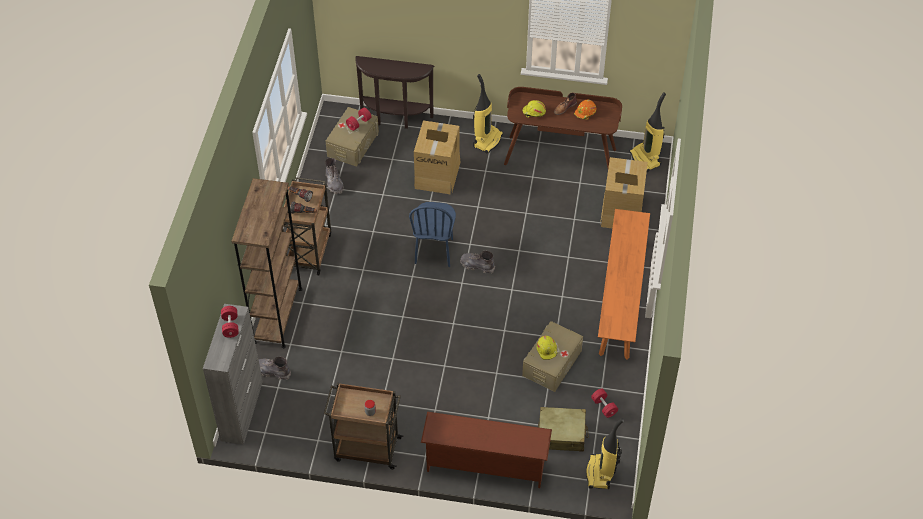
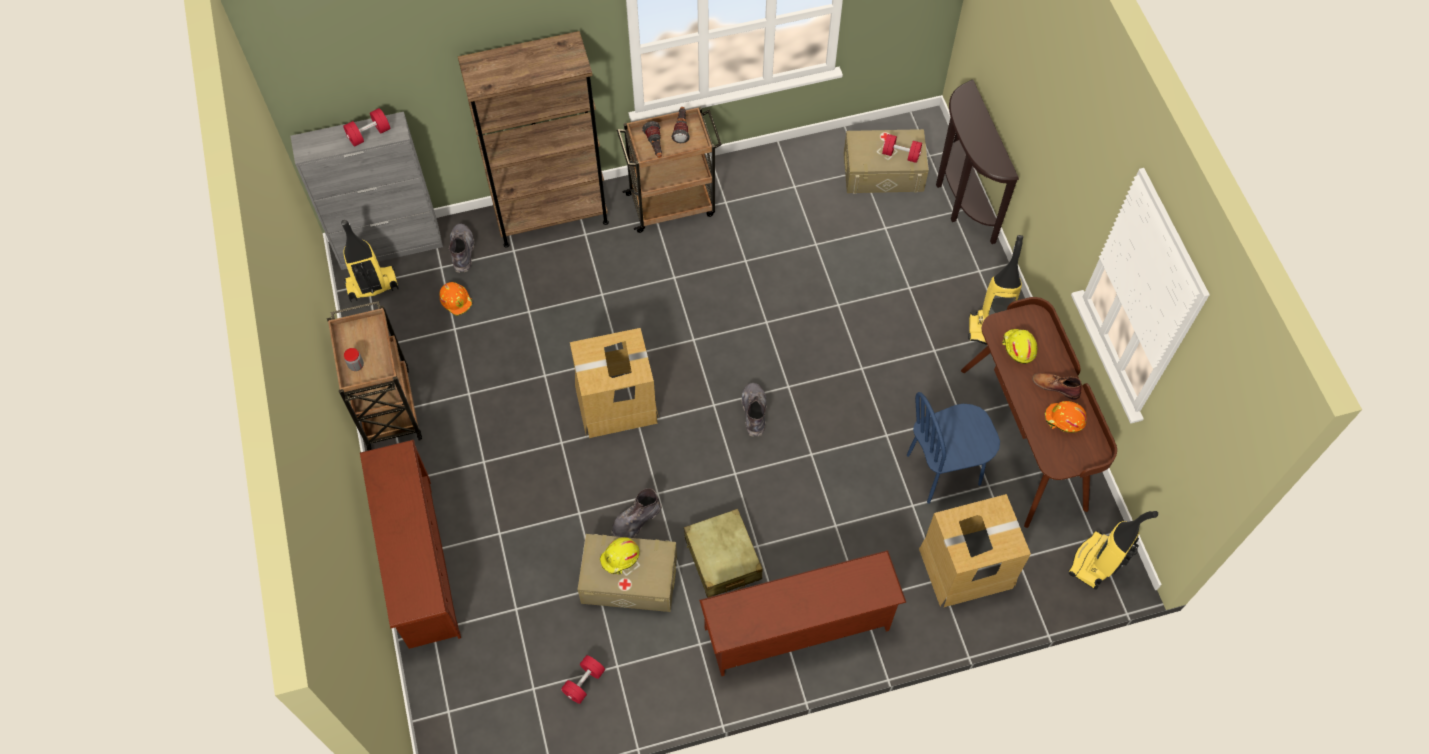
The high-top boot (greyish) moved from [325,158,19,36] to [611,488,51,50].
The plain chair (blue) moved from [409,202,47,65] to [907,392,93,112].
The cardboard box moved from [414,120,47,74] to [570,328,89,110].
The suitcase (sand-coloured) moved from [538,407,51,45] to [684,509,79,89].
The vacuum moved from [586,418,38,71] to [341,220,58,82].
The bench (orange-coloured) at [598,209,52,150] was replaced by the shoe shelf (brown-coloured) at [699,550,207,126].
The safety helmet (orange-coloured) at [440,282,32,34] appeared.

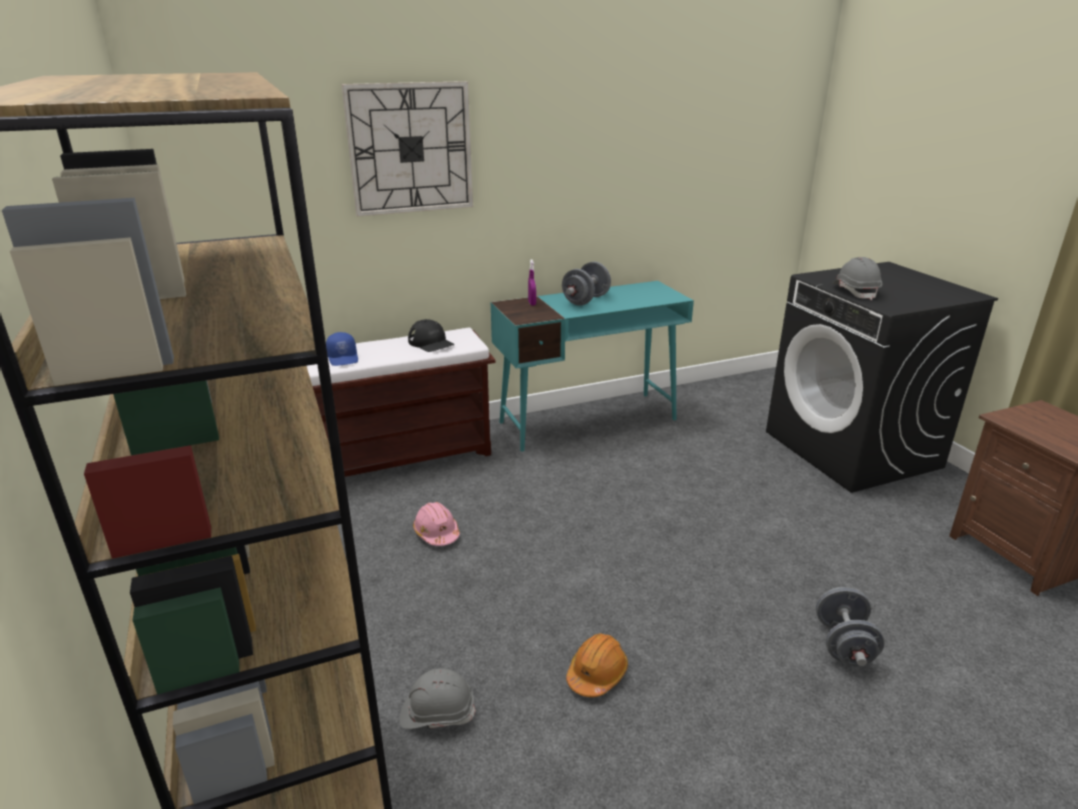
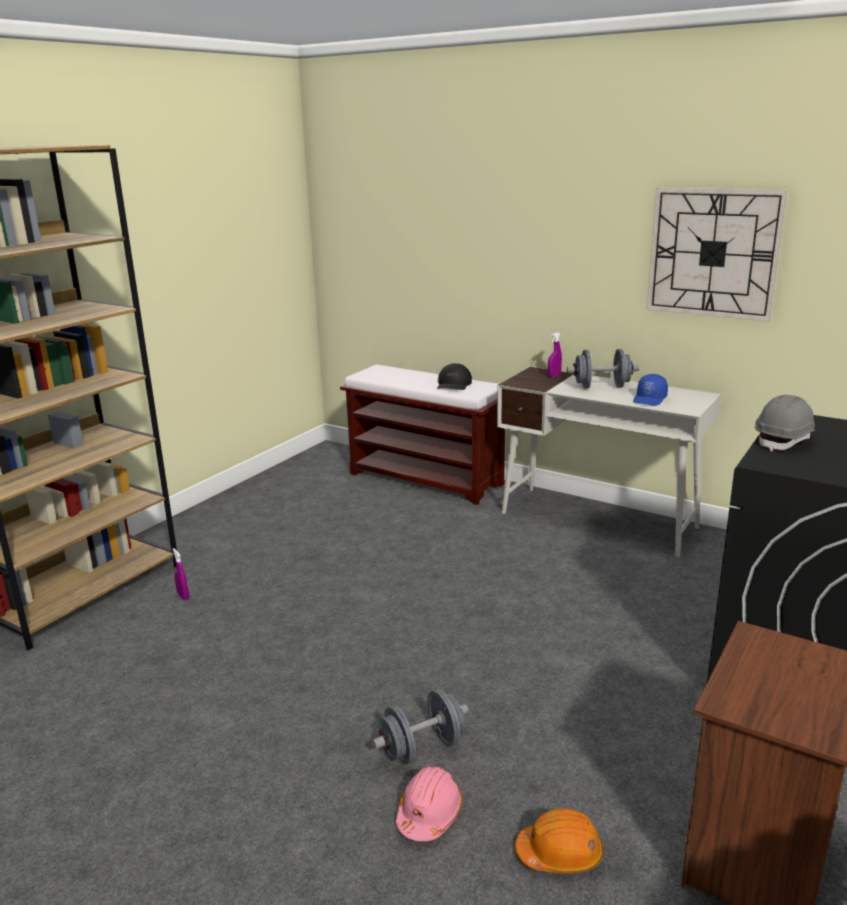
The peaked cap (blue) moved from [326,332,32,34] to [633,374,35,32].
The hanging clock moved from [342,81,131,136] to [646,188,142,134].
The safety helmet (greyish) at [400,668,76,61] was replaced by the sprayer (purple-coloured) at [173,548,16,52].
The safety helmet (pink-coloured) moved from [413,502,47,44] to [396,767,67,74].
The desk (blue-green) at [491,281,203,170] became the desk (white-coloured) at [497,367,224,190].
The safety helmet (orange-coloured) moved from [566,633,62,64] to [515,808,89,66].

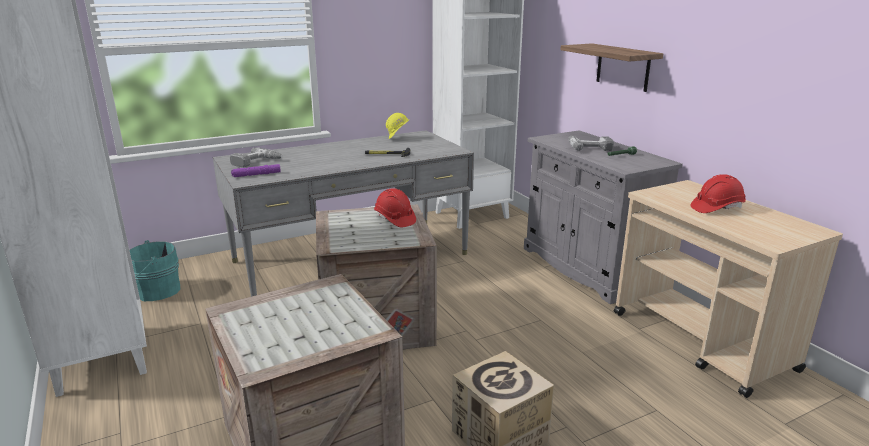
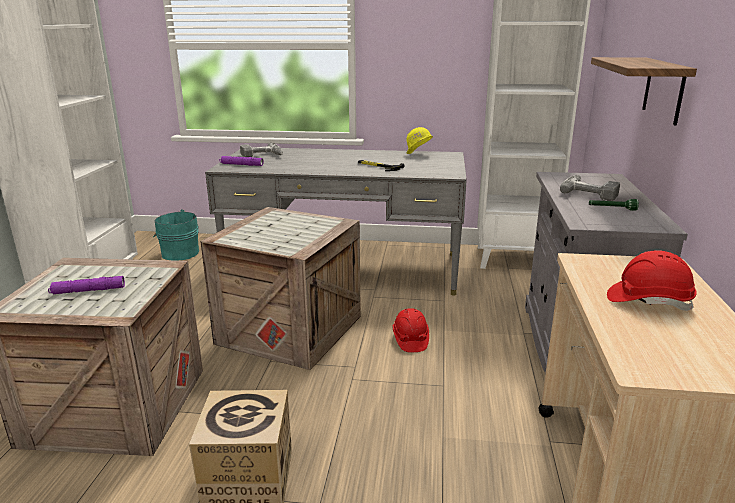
The safety helmet (reddish) moved from [374,188,42,39] to [392,308,37,44].
The hand torch (purple-coloured) at [48,276,77,18] appeared.

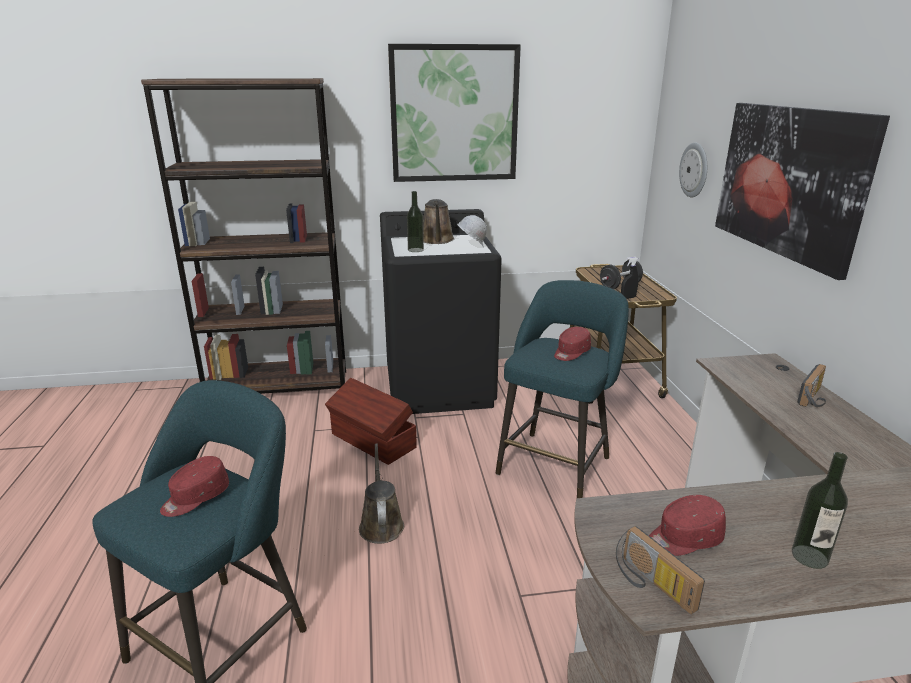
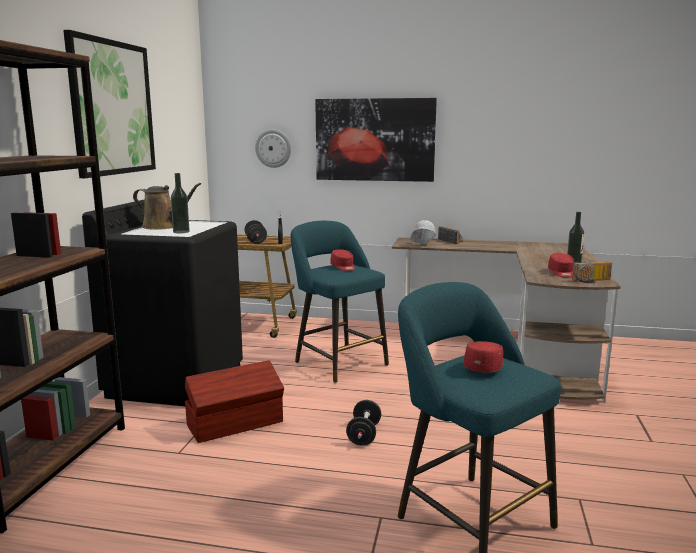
The peaked cap (reddish) at [160,456,69,61] turned 120 degrees counterclockwise.
The sprinkling can (brown-coloured) at [359,443,45,101] was replaced by the dumbbell (blackish) at [346,400,35,46].
The safety helmet (white-coloured) moved from [457,215,30,33] to [410,220,26,24].

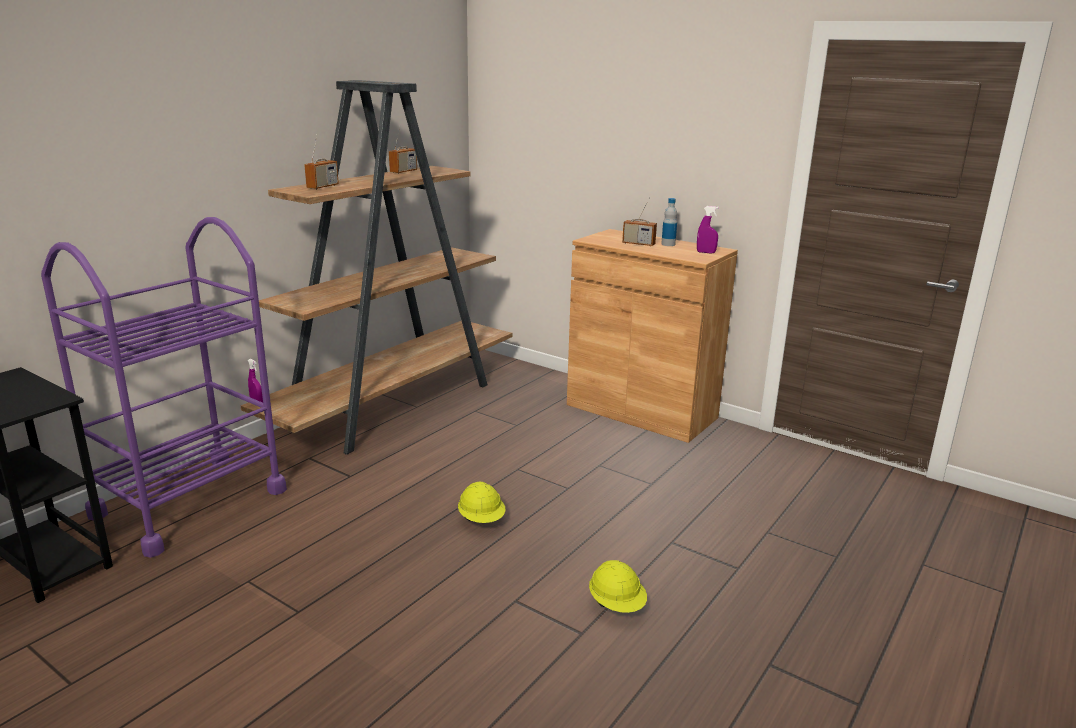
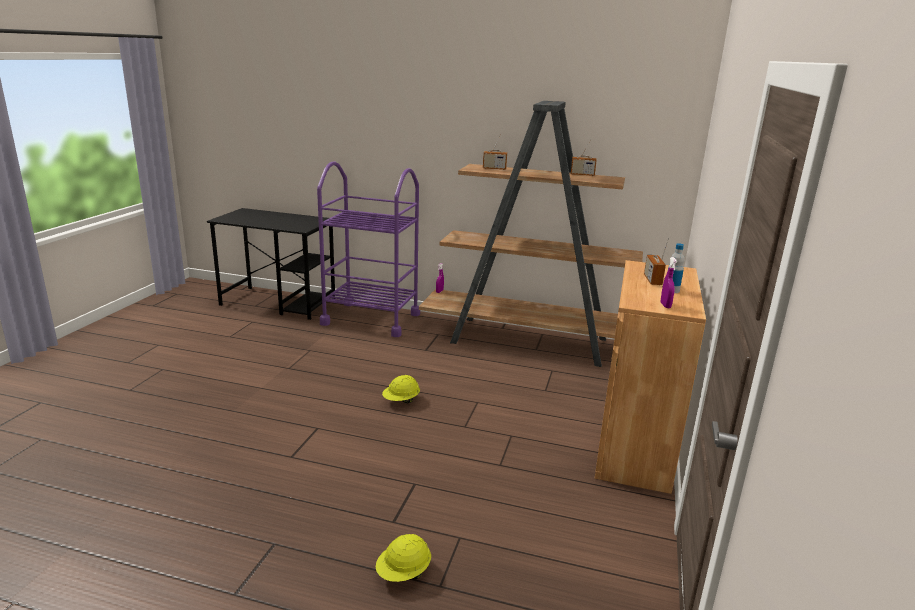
The safety helmet (yellow-coloured) moved from [589,560,58,53] to [376,534,55,48].

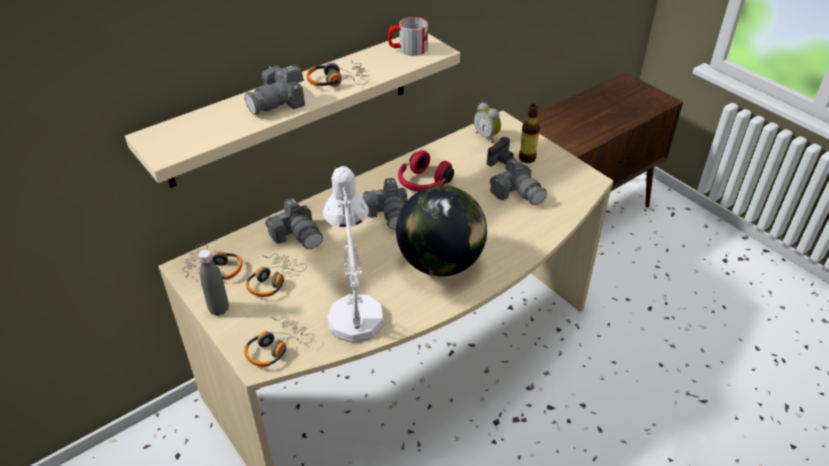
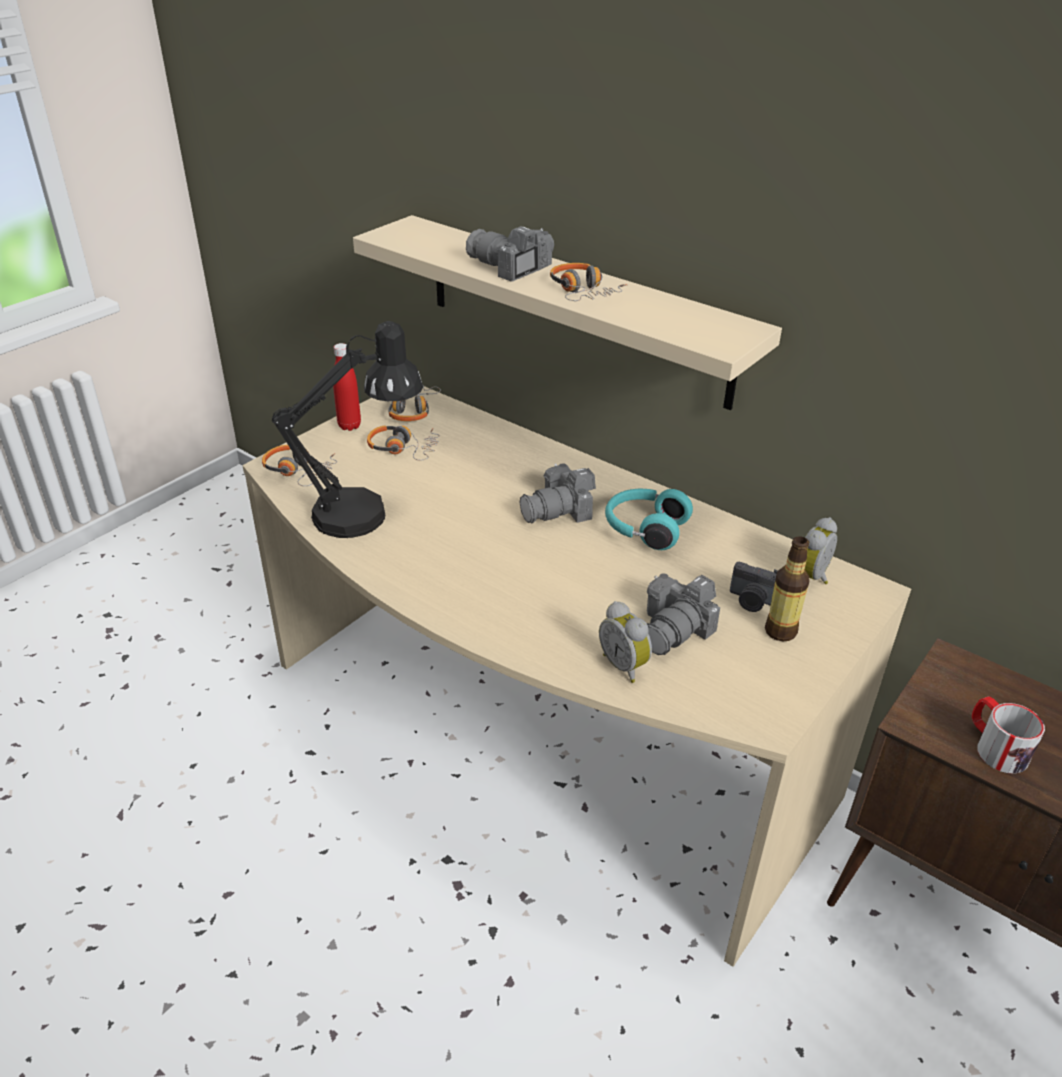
The bottle (greyish) at [198,250,31,66] became the bottle (reddish) at [333,343,28,88].
The photo camera at [265,198,58,51] disappeared.
The lamp for a table (white-coloured) at [323,166,61,177] became the lamp for a table (blackish) at [272,321,151,217].
The coffee mug moved from [388,17,40,39] to [972,696,73,77].
The world globe at [396,185,91,91] disappeared.
The headset (reddish) at [398,150,56,42] became the headset (blue-green) at [605,489,88,61].
The table clock at [599,601,53,82] appeared.

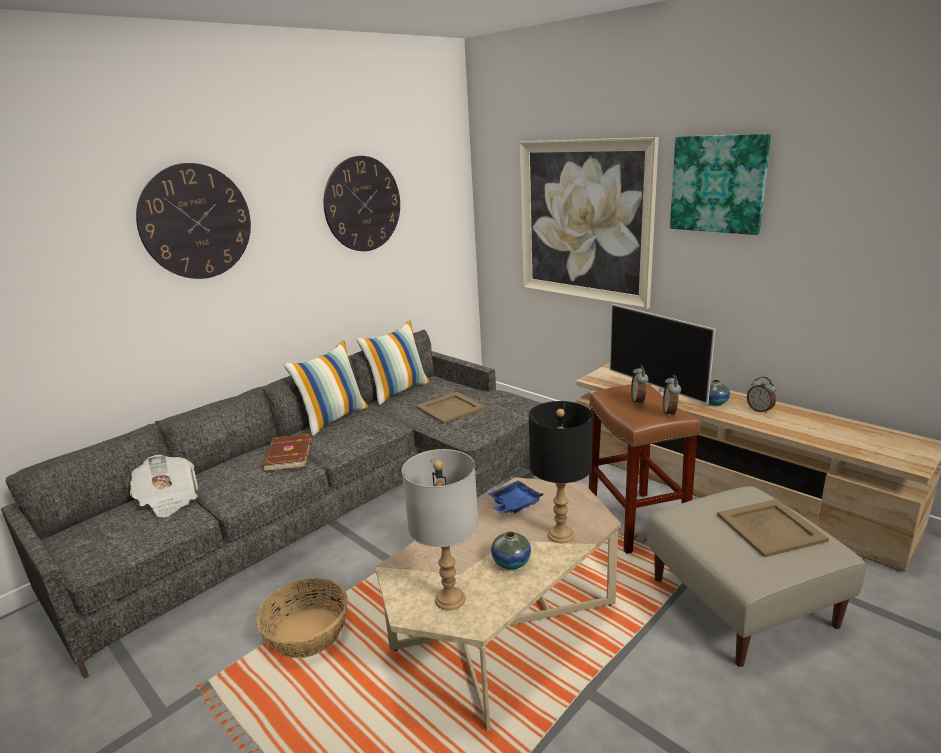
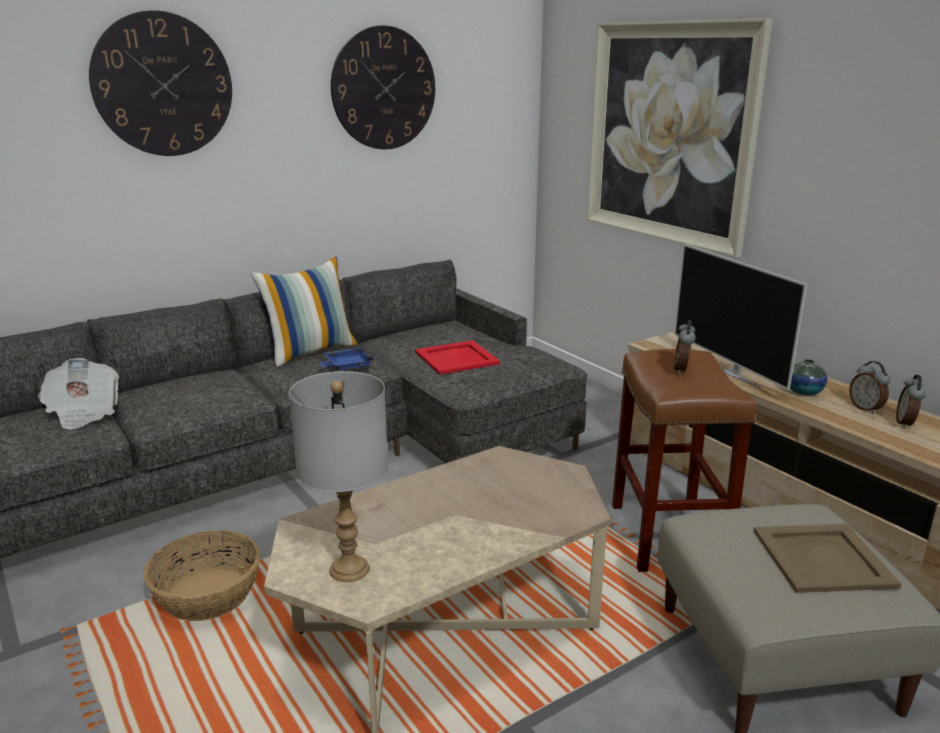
The volume (brown-coloured) at [262,434,50,38] disappeared.
The throw pillow at [356,321,74,84] disappeared.
The carrying tray (sand-coloured) at [416,392,70,32] became the carrying tray (reddish) at [415,340,85,35].
The carrying tray (blue) moved from [489,480,54,33] to [319,348,54,22].
The flower vase at [491,531,40,39] disappeared.
The lamp for a table (blackish) at [529,401,64,142] disappeared.
The table clock moved from [663,375,18,42] to [896,375,30,54].
The picture at [670,134,101,101] disappeared.

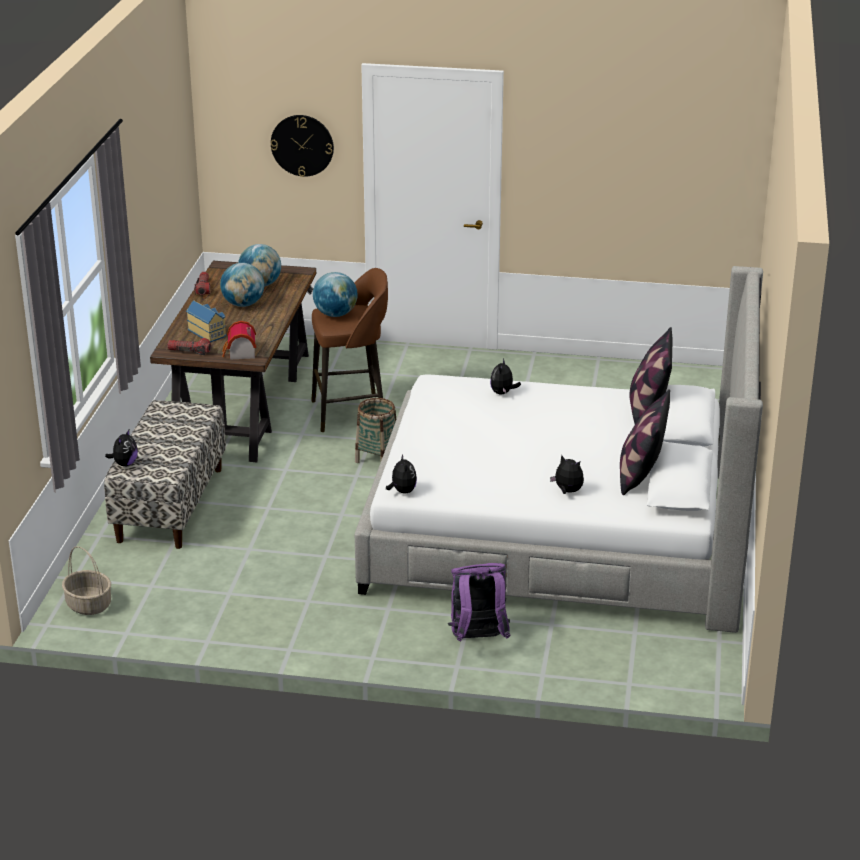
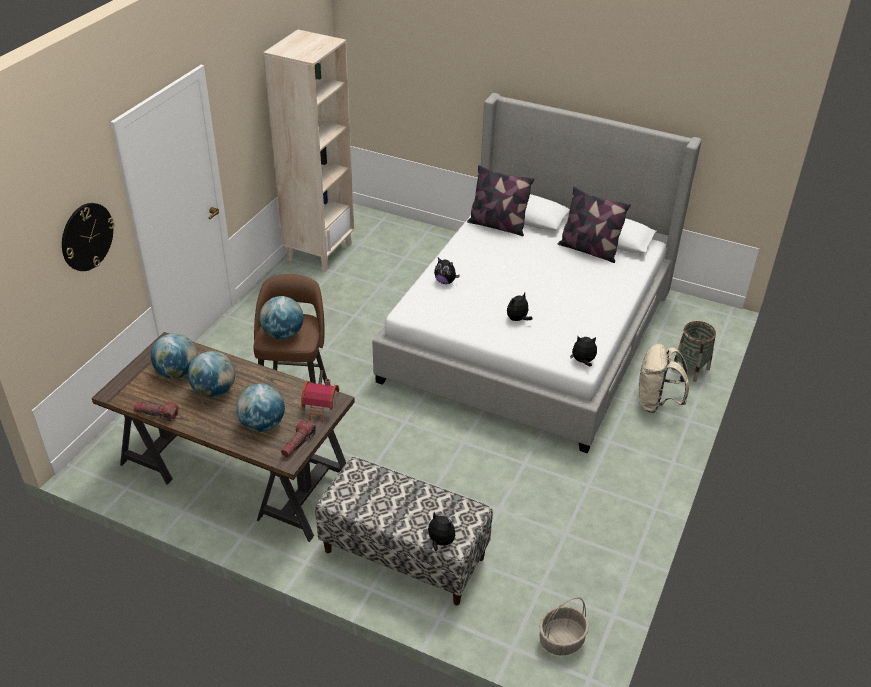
The toy house at [186,300,41,43] was replaced by the world globe at [236,384,49,48].
The household basket moved from [355,398,41,65] to [672,321,44,61].
The backpack (purple-coloured) at [448,563,63,78] became the backpack (sand-coloured) at [638,344,51,69].
The cuddly toy moved from [550,454,34,40] to [507,293,26,28].
The shelving unit (sand-coloured) at [263,29,91,243] appeared.

